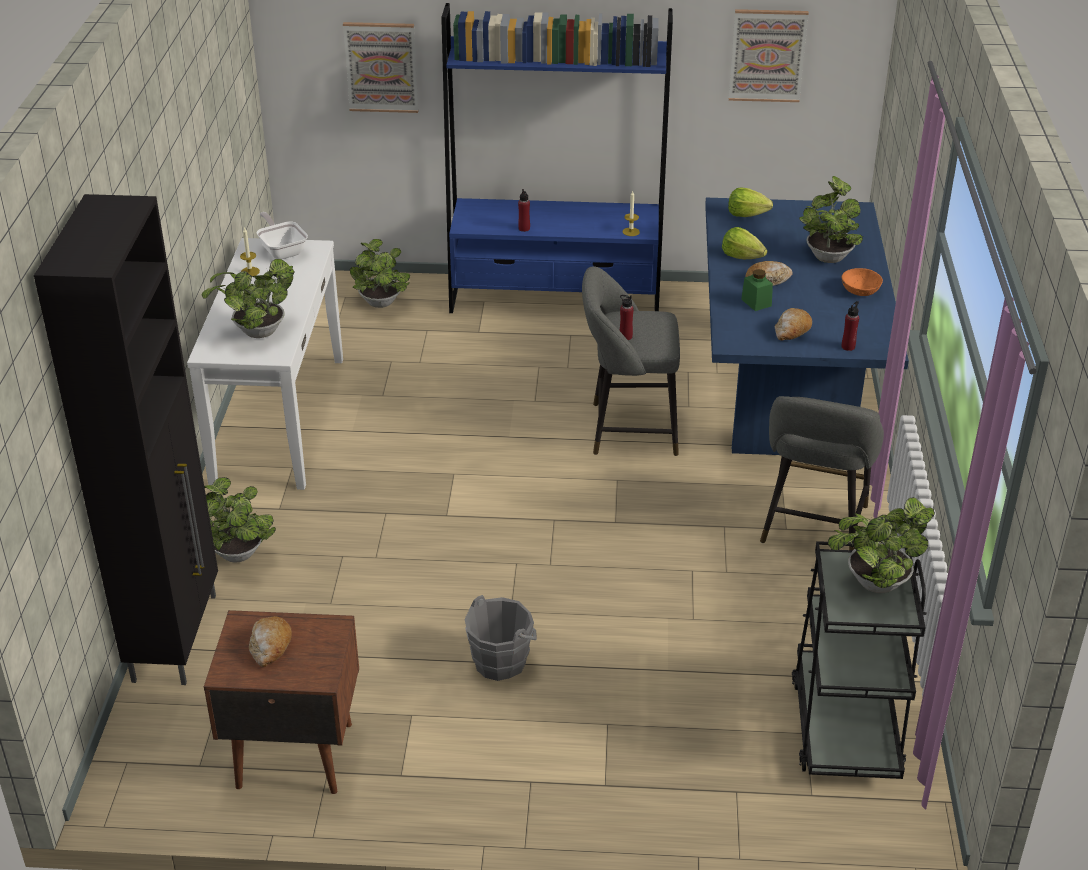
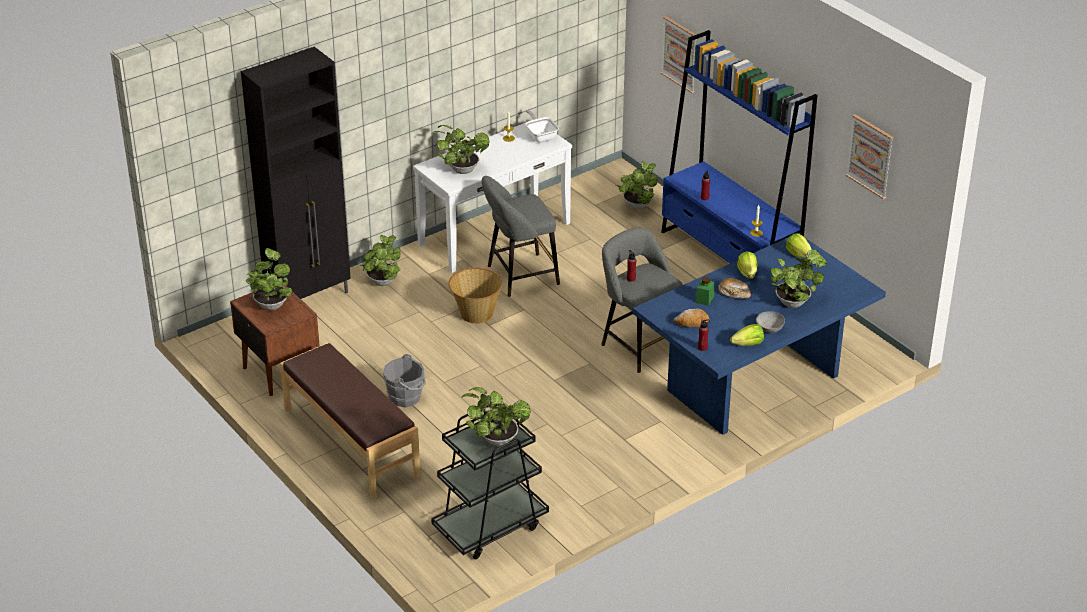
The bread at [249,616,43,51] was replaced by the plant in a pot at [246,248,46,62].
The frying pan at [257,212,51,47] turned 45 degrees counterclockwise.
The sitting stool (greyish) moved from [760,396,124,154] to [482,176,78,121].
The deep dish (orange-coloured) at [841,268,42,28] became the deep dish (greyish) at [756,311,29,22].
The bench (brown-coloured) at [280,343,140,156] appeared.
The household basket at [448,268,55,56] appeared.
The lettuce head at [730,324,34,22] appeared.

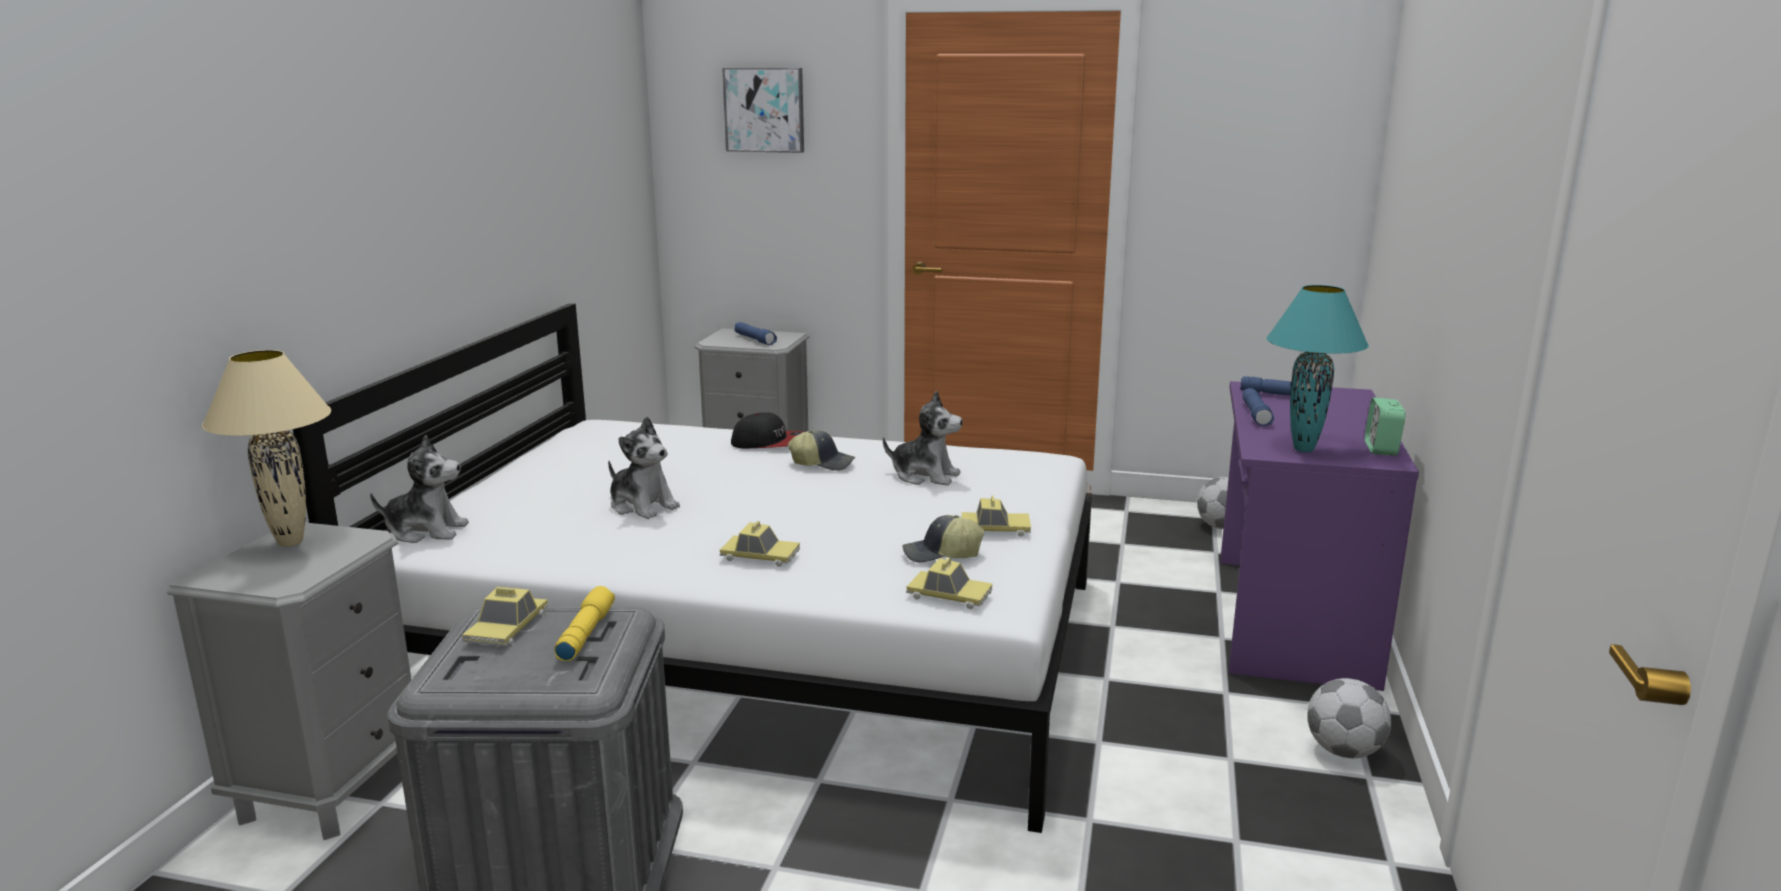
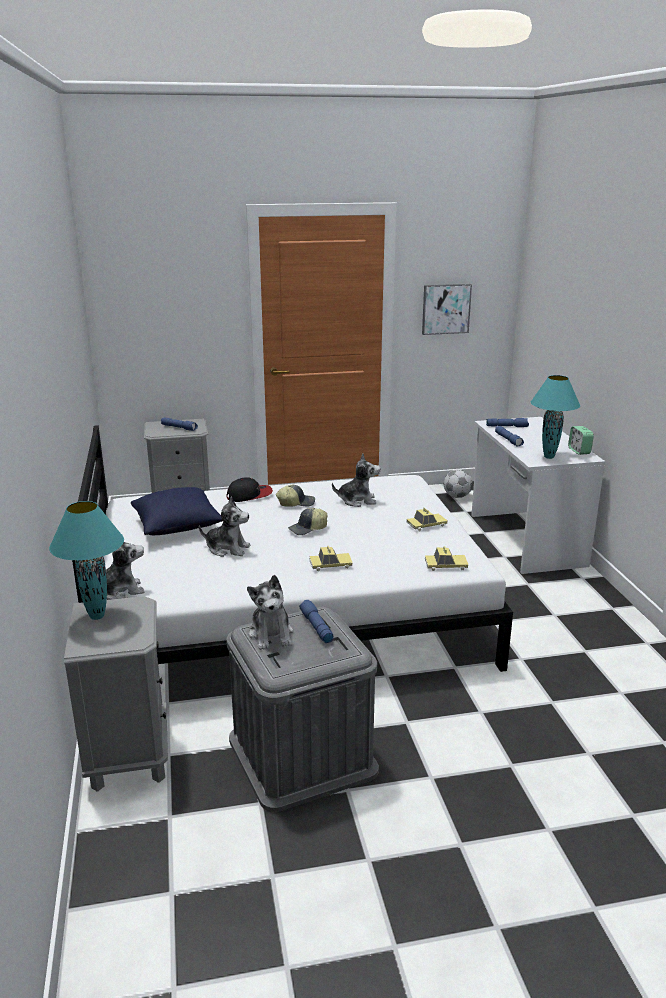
The lamp for a table (sand-coloured) at [202,350,129,197] became the lamp for a table (blue-green) at [49,501,75,119].
The miniature car at [462,587,86,60] was replaced by the cuddly toy at [247,575,46,75].
The hand torch (yellow-coloured) at [555,586,60,75] became the hand torch (blue) at [299,600,34,43].
The picture moved from [722,68,82,85] to [422,284,50,51].
The peaked cap moved from [902,515,82,48] to [288,508,39,27].
The desk (purple-coloured) at [1220,381,199,310] became the desk (white-coloured) at [471,417,134,157].
The ball for football at [1307,678,84,81] disappeared.
The throw pillow (blue) at [131,487,92,48] appeared.

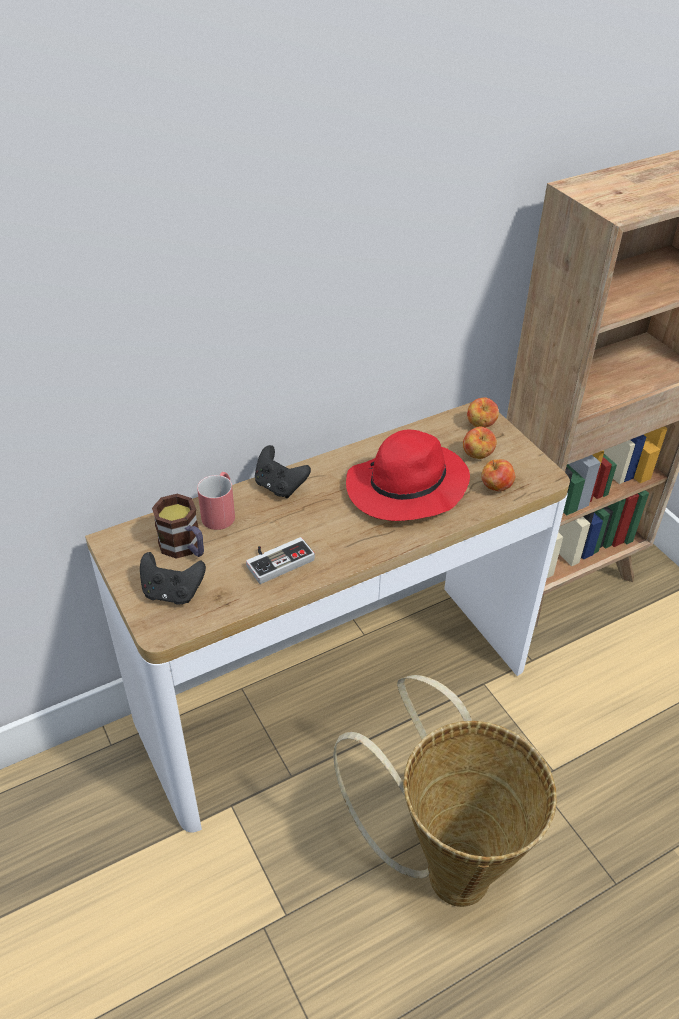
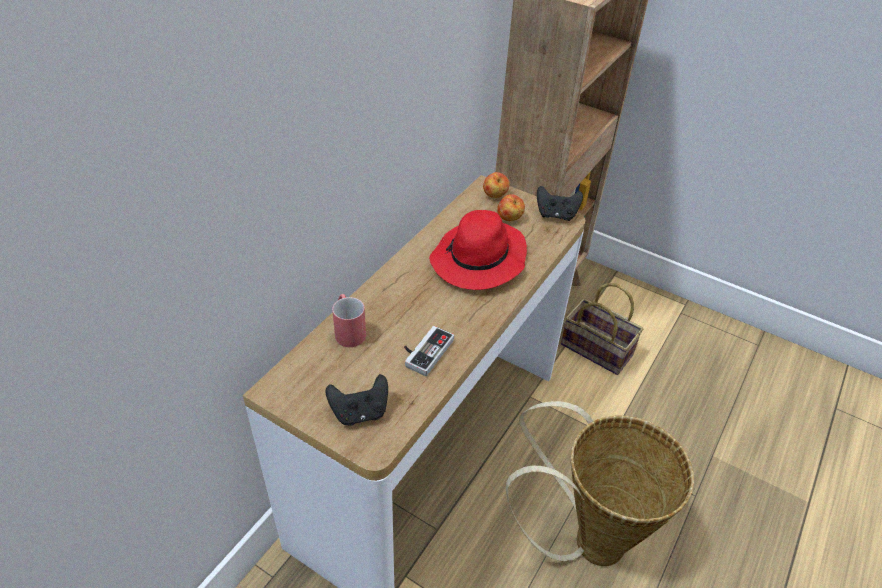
The coffee mug at [152,494,52,65] disappeared.
The gamepad (blackish) moved from [255,445,56,53] to [537,186,46,35].
The whole apple at [481,459,34,32] disappeared.
The household basket at [561,283,82,92] appeared.

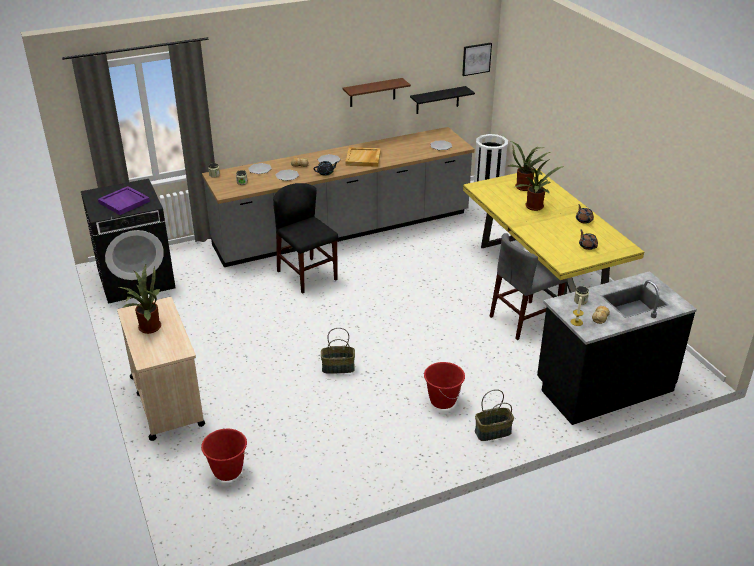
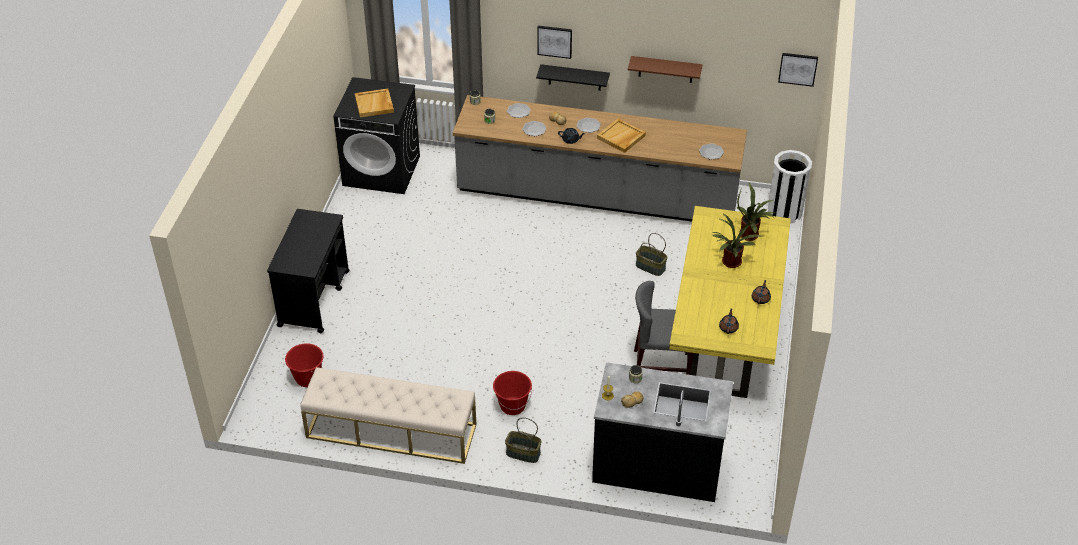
The carrying tray (purple-coloured) at [98,186,52,29] became the carrying tray (sand-coloured) at [355,89,39,28].
The trolley (sand-coloured) at [117,297,88,144] became the trolley (blackish) at [267,209,82,124].
The plant in a pot at [119,265,42,69] disappeared.
The plain chair (blackish) at [273,183,65,111] disappeared.
The household basket moved from [321,328,34,46] to [636,233,32,43].
The shelf (blackish) moved from [410,86,65,28] to [536,64,74,27].
The bench (sand-coloured) at [300,367,177,97] appeared.
The picture at [537,26,35,33] appeared.

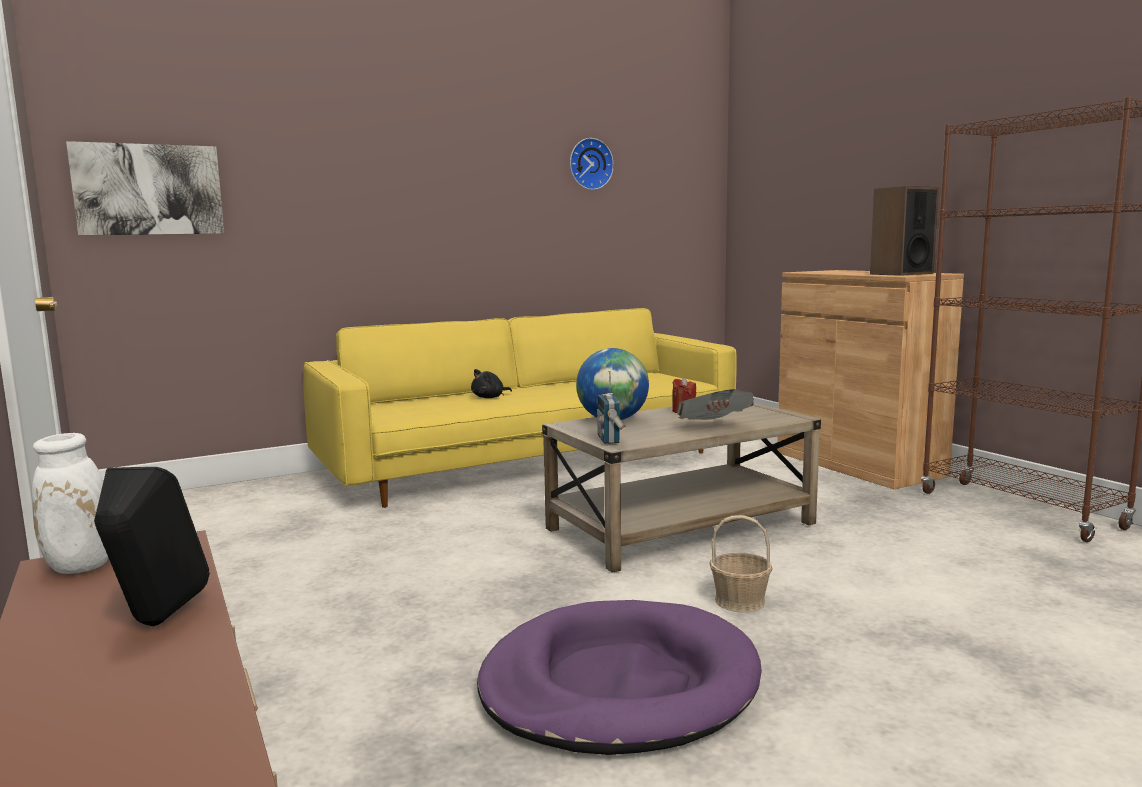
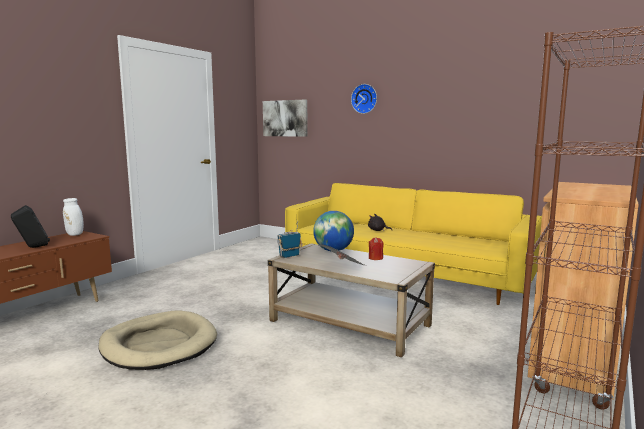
The pet bed (purple-coloured) at [477,600,285,155] became the pet bed (sand-coloured) at [98,310,119,60].
The hanging clock moved from [570,138,44,52] to [351,84,26,30].
The household basket at [710,515,63,97] disappeared.
The speaker at [870,186,69,90] disappeared.

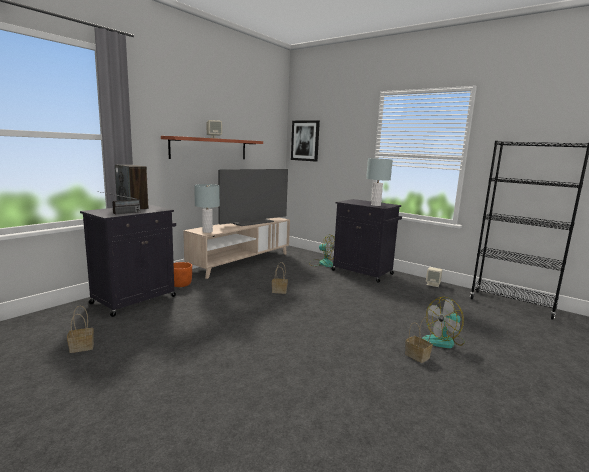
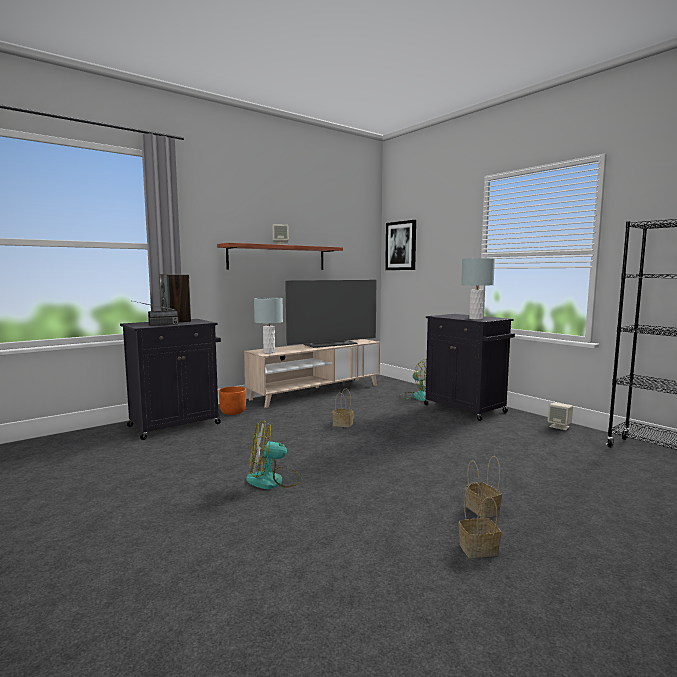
The household basket moved from [67,306,27,47] to [459,482,42,76].
The fan moved from [422,297,43,51] to [246,421,56,68].

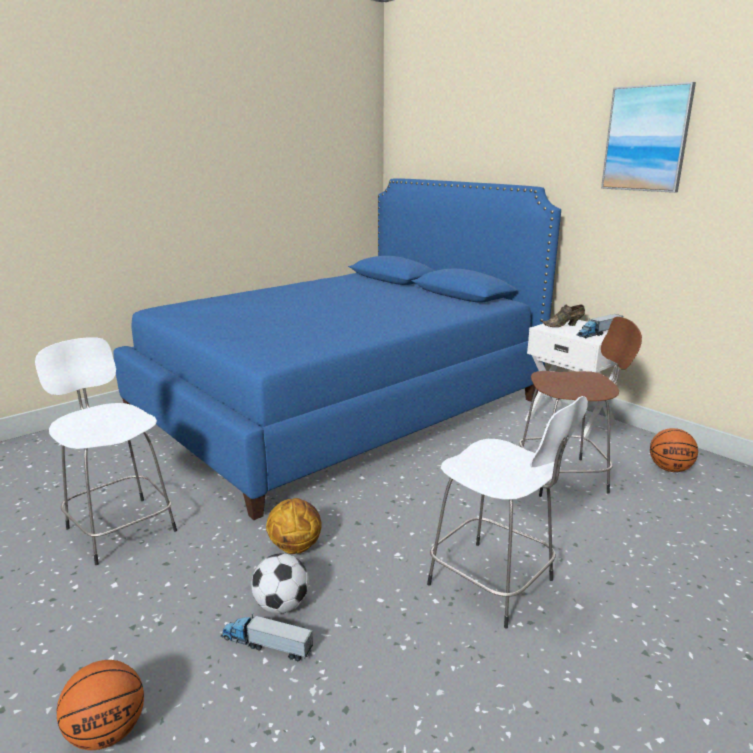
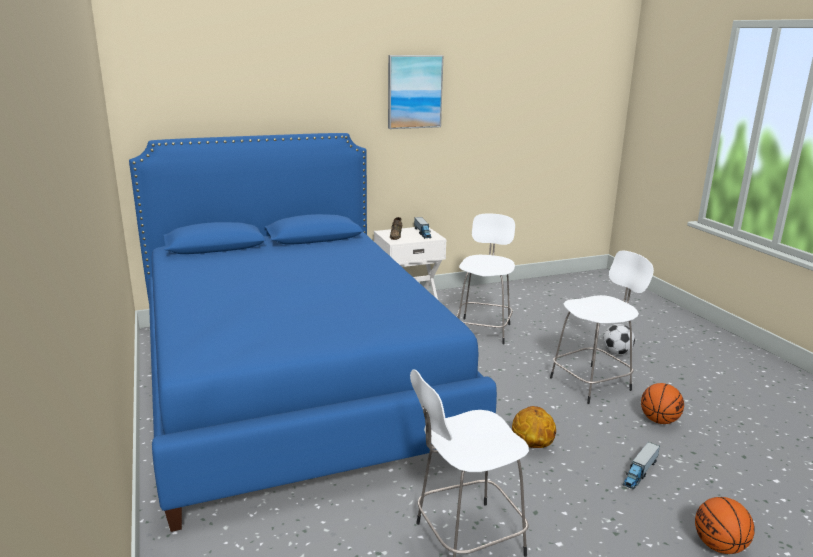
The ball for football moved from [251,553,58,61] to [603,324,32,31].
The sitting stool (brown-coloured) at [519,316,123,181] became the sitting stool (white-coloured) at [456,213,59,131].
The ball for basketball moved from [650,428,48,44] to [641,383,43,41].

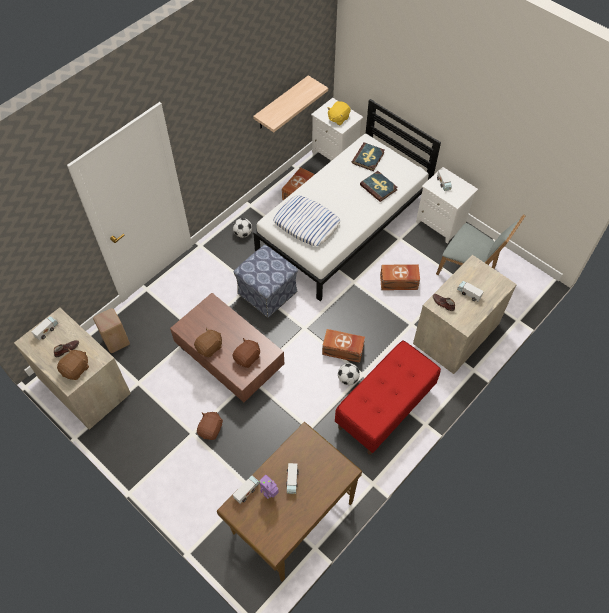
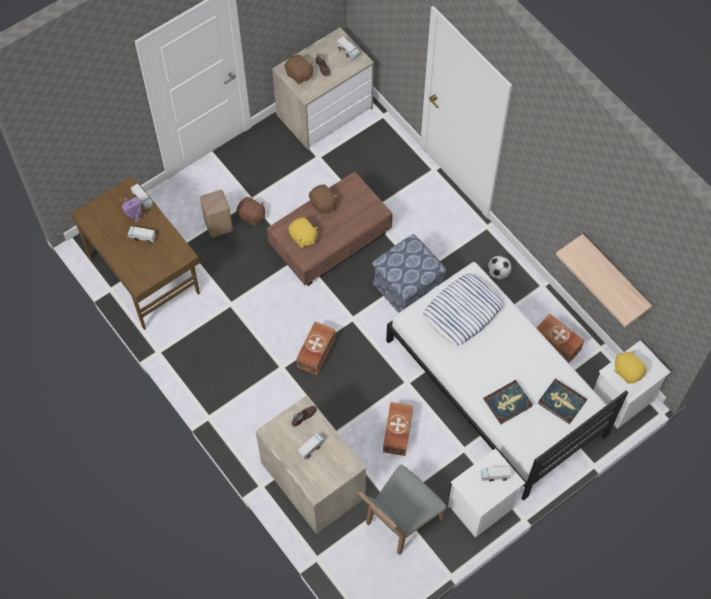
The sitting stool (sand-coloured) moved from [93,308,37,45] to [200,190,33,48].
The cuddly toy (brown-coloured) at [232,338,29,30] became the cuddly toy (yellow-coloured) at [288,217,30,31].
The bench (reddish) at [335,340,106,115] disappeared.
The ball for football at [338,363,22,22] disappeared.

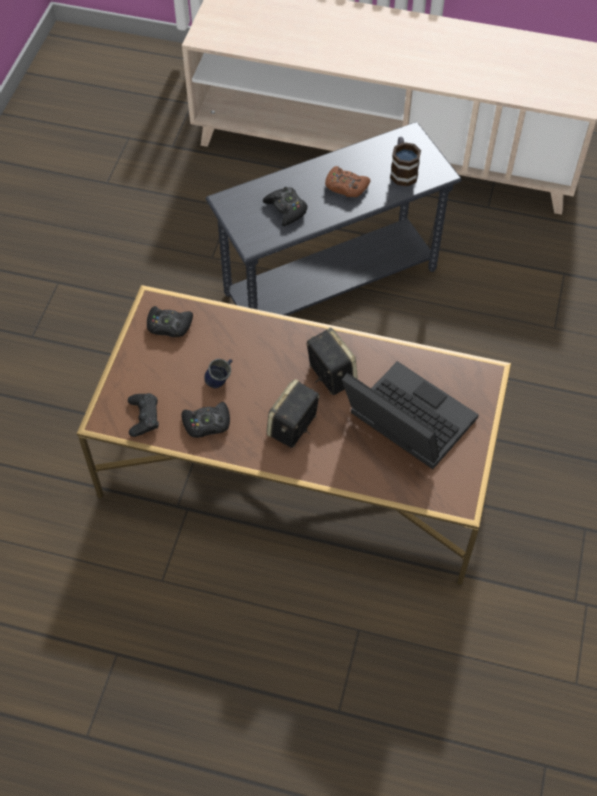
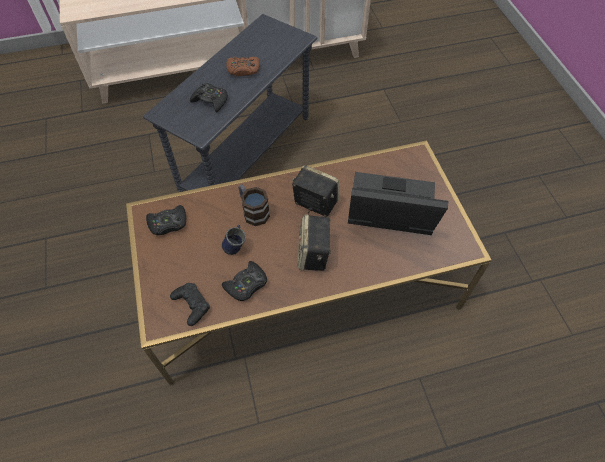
The coffee mug moved from [390,137,31,50] to [239,184,31,42].

